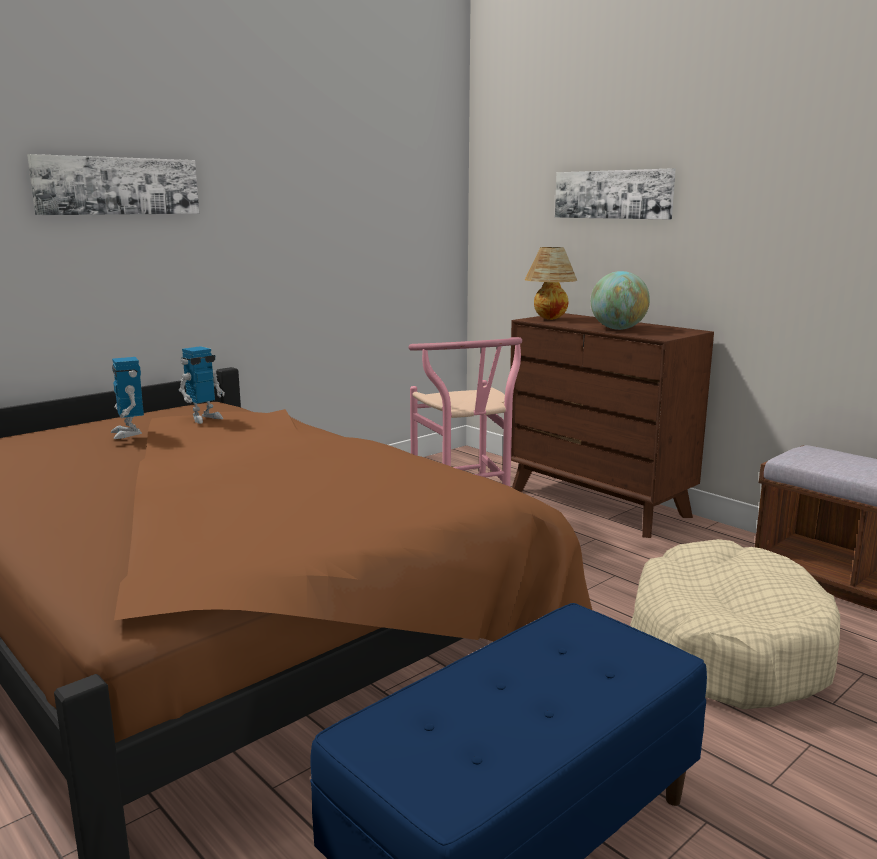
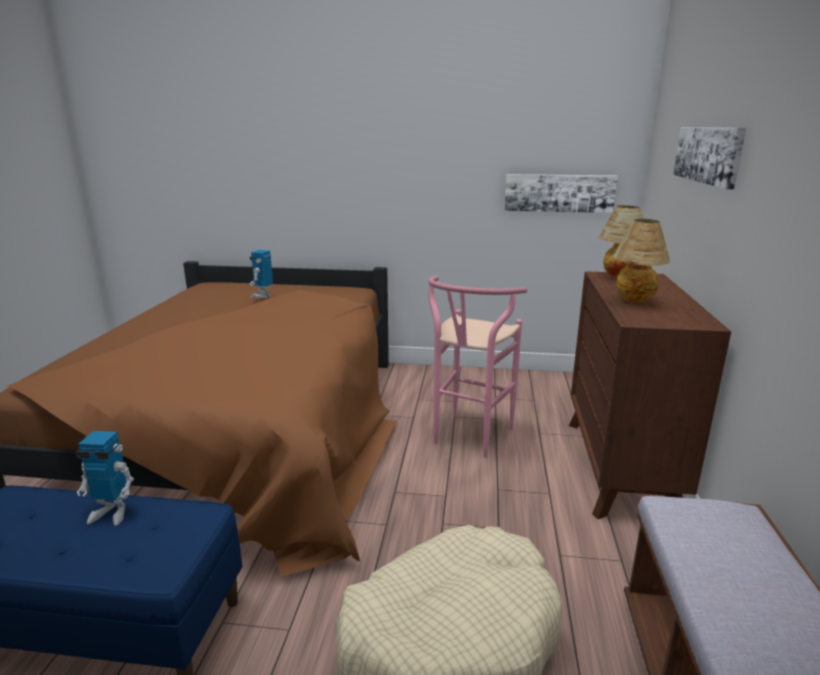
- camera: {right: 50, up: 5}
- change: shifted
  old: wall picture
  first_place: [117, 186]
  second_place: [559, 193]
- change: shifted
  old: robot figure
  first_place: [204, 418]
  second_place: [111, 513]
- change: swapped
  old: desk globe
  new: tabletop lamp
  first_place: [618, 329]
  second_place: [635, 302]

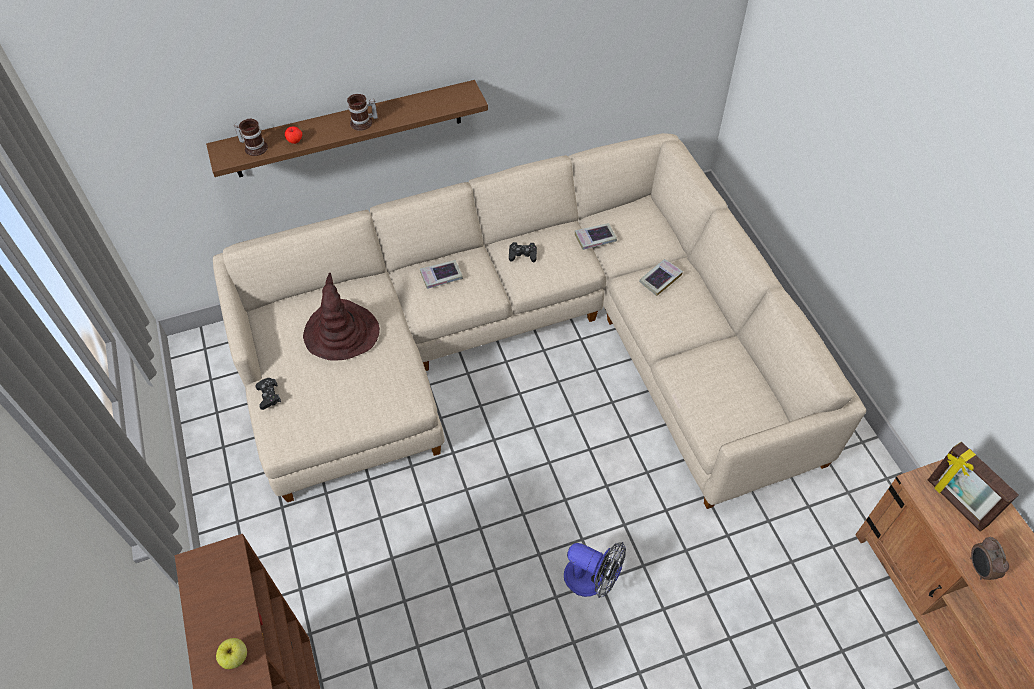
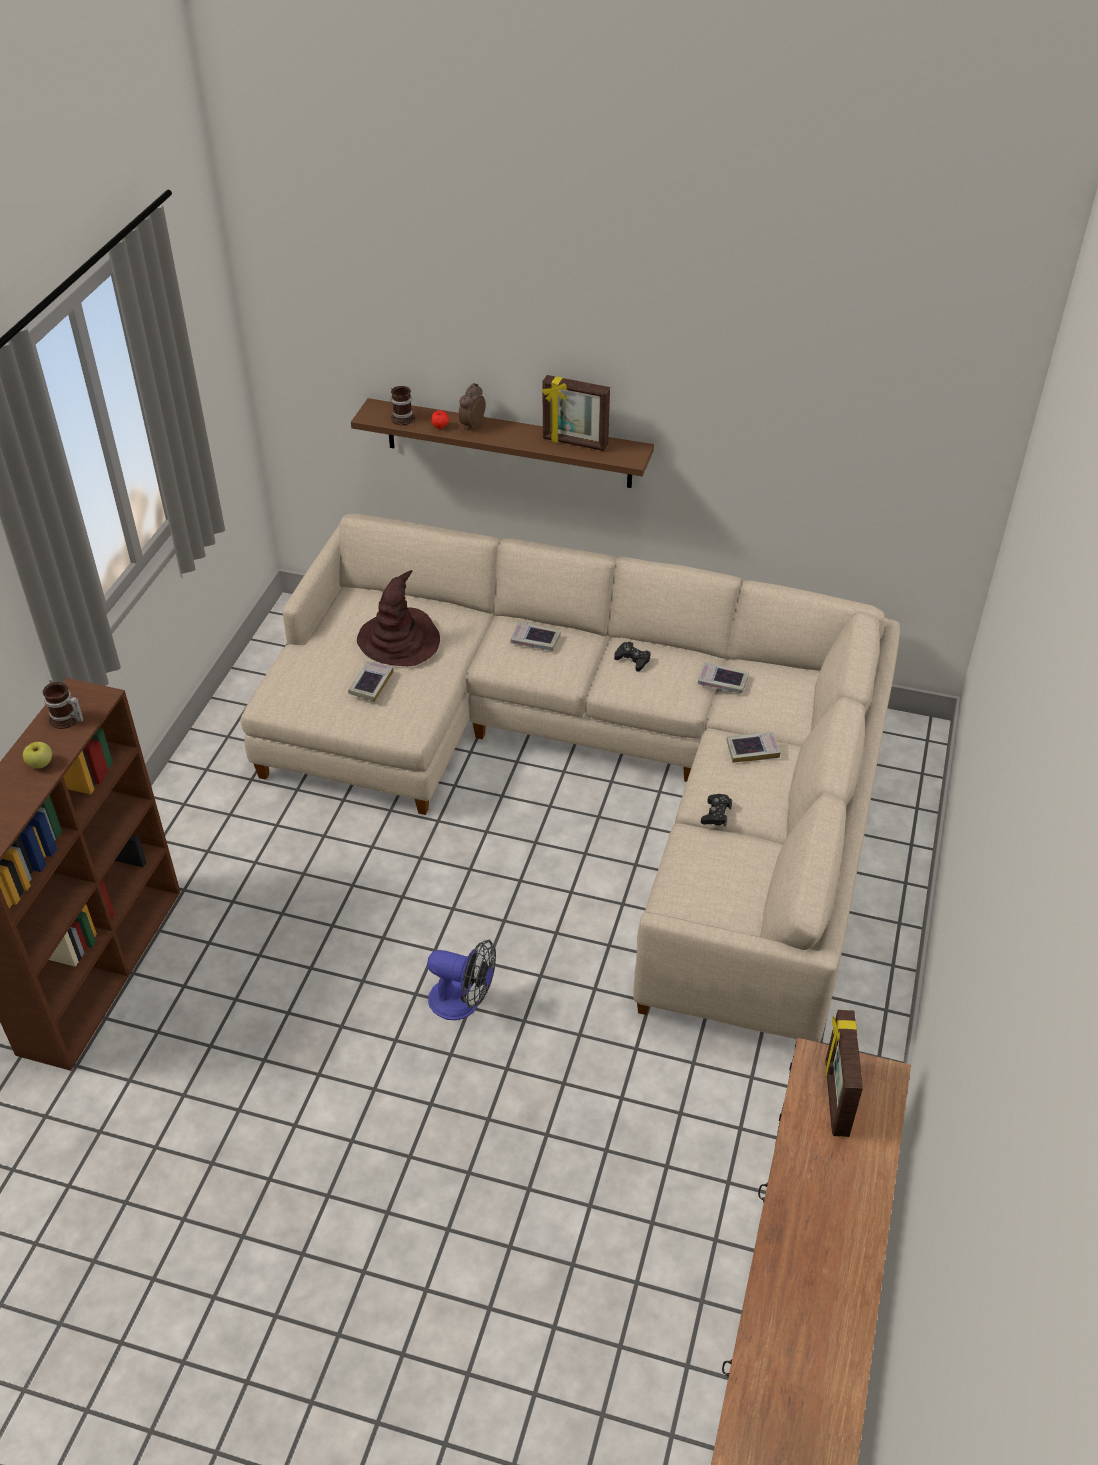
- camera: {right: 35, up: -10}
- change: new
  new: book
  second_place: [371, 684]
- change: new
  new: photo frame
  second_place: [574, 443]
- change: shifted
  old: blackish joypad
  first_place: [269, 395]
  second_place: [716, 814]
- change: shifted
  old: coffee mug
  first_place: [364, 123]
  second_place: [66, 720]
- change: shifted
  old: alarm clock
  first_place: [979, 568]
  second_place: [471, 426]
- change: rotated
  old: fan
  first_place: [592, 580]
  second_place: [463, 1002]
  degrees: -45

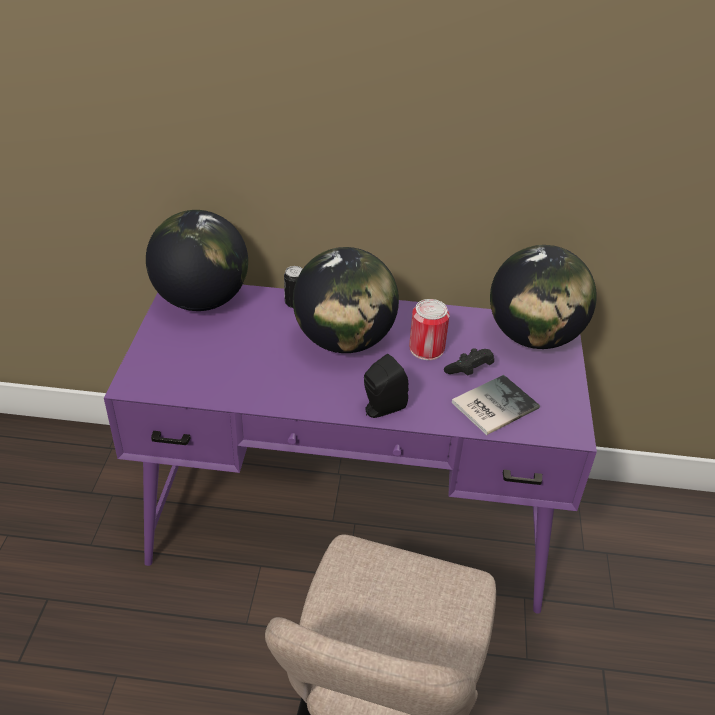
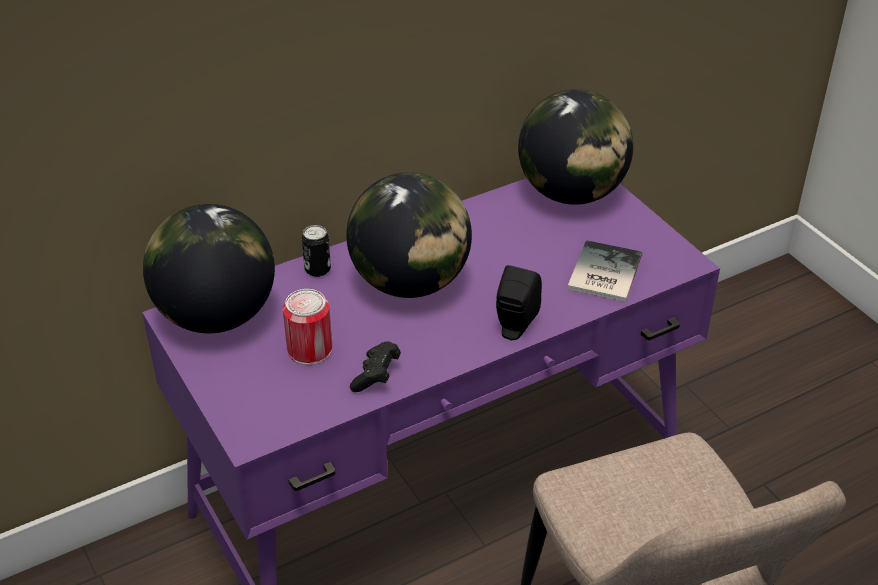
- camera: {right: -35, up: 0}
- change: shifted
  old: sealed can
  first_place: [426, 349]
  second_place: [310, 350]
- change: shifted
  old: blackish joypad
  first_place: [469, 370]
  second_place: [376, 376]

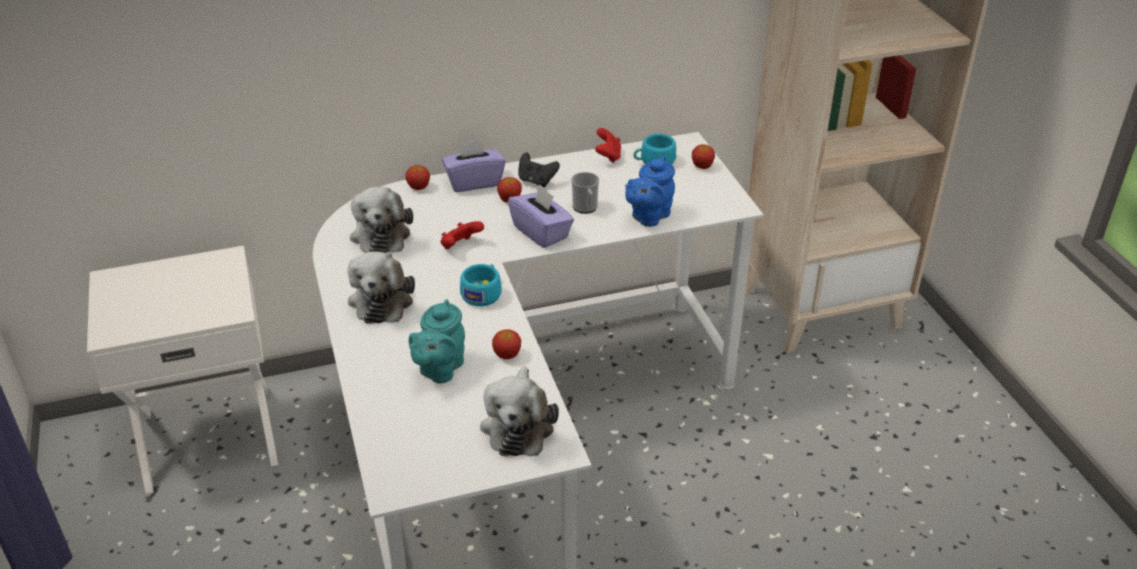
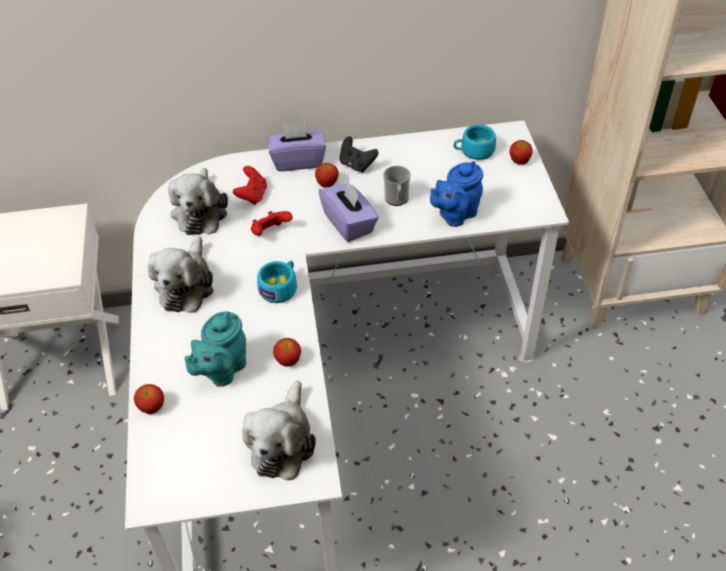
- camera: {right: 10, up: 10}
- change: shifted
  old: apple
  first_place: [418, 187]
  second_place: [152, 407]
- change: shifted
  old: red joypad
  first_place: [608, 156]
  second_place: [252, 196]

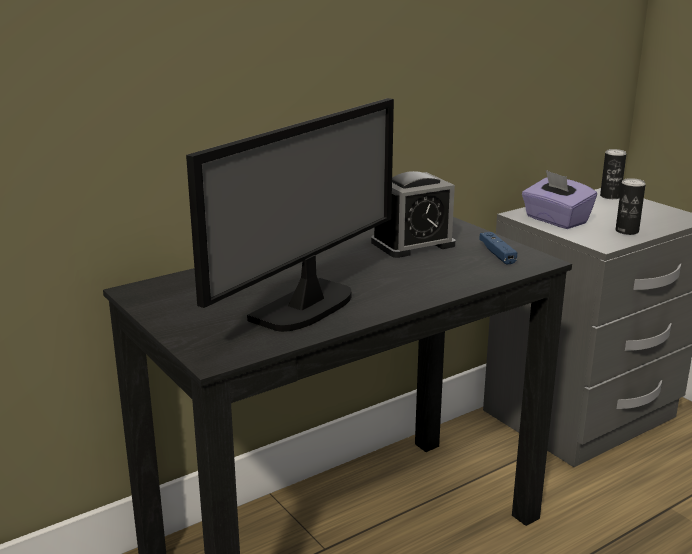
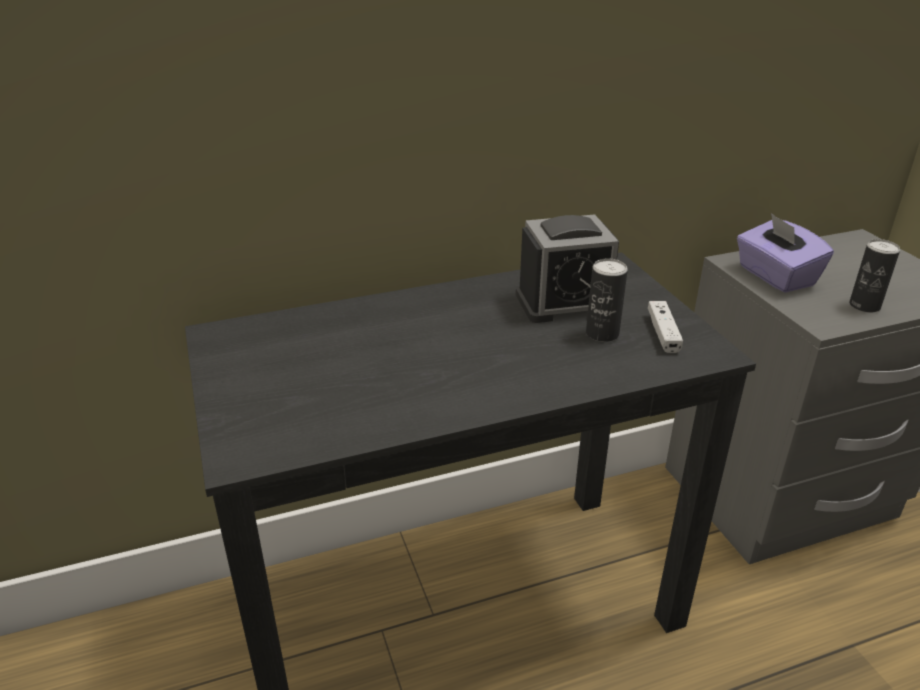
- camera: {right: 15, up: 10}
- change: gone
  old: computer screen
  first_place: [306, 308]
- change: shifted
  old: sealed can
  first_place: [610, 196]
  second_place: [602, 334]
- change: repainted
  old: blue-coloured joypad
  new: whitish joypad
  first_place: [497, 254]
  second_place: [663, 333]

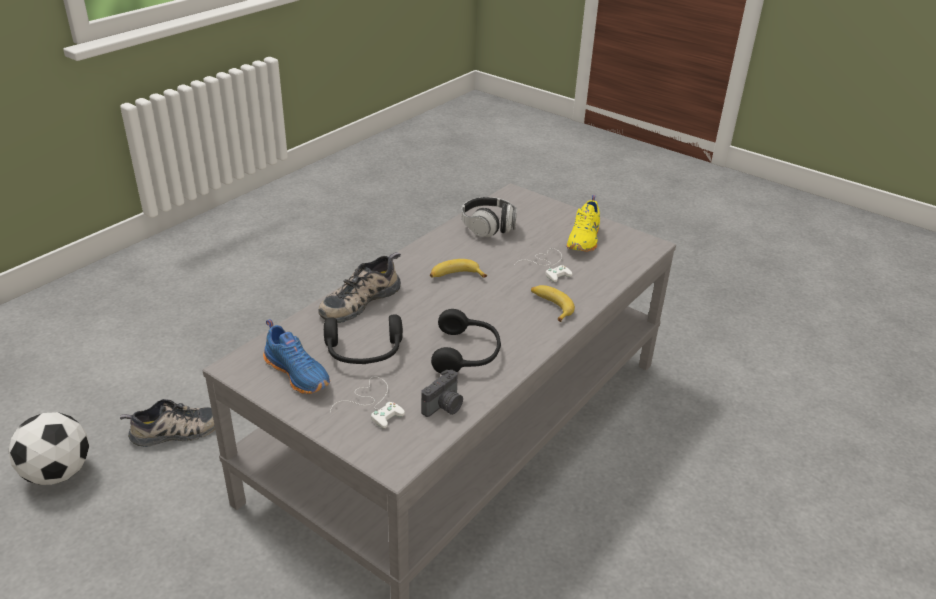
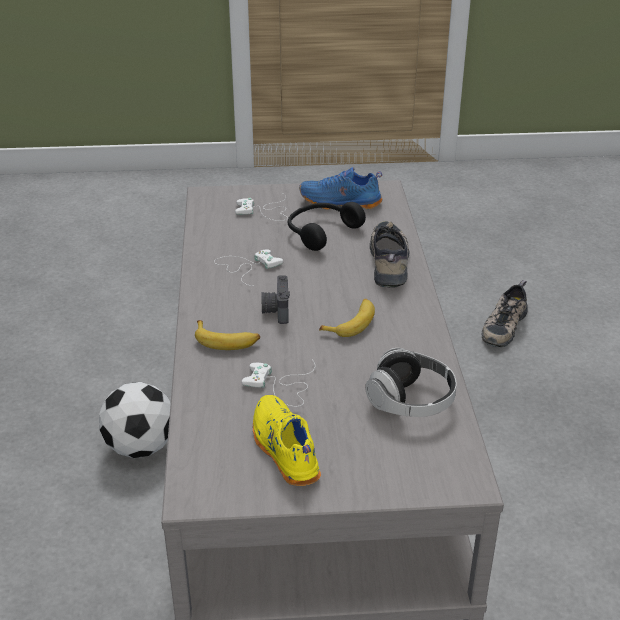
- camera: {right: 140, up: 0}
- change: shifted
  old: football
  first_place: [58, 473]
  second_place: [140, 447]
- change: shifted
  old: photo camera
  first_place: [444, 406]
  second_place: [276, 311]
- change: swapped
  old: blackish pair of headphones
  new: whitish joypad
  first_place: [467, 353]
  second_place: [247, 267]

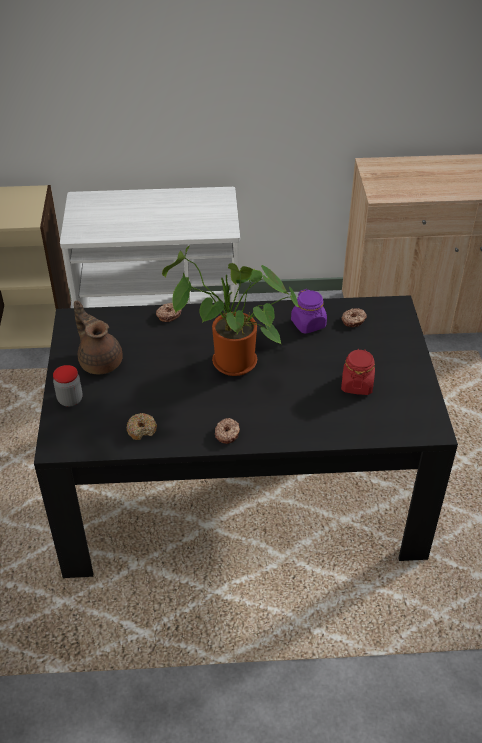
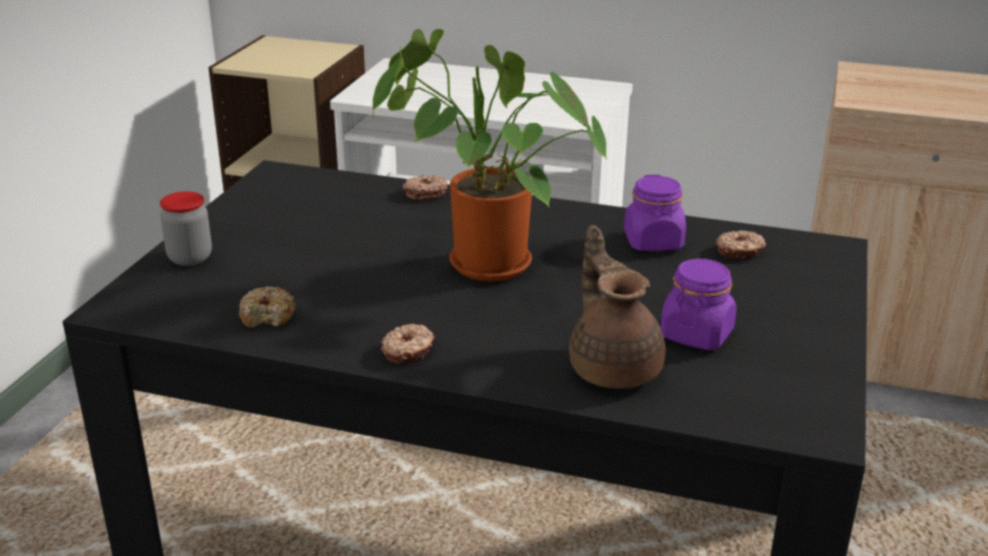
- camera: {right: 20, up: -15}
- change: shifted
  old: brown-coloured teapot
  first_place: [100, 361]
  second_place: [614, 367]
- change: repainted
  old: red jar
  new: purple-coloured jar
  first_place: [357, 384]
  second_place: [696, 334]

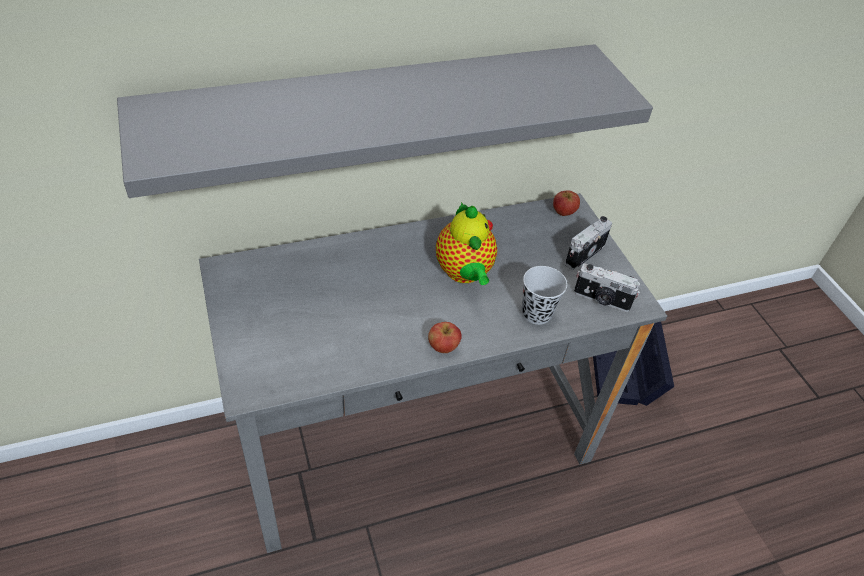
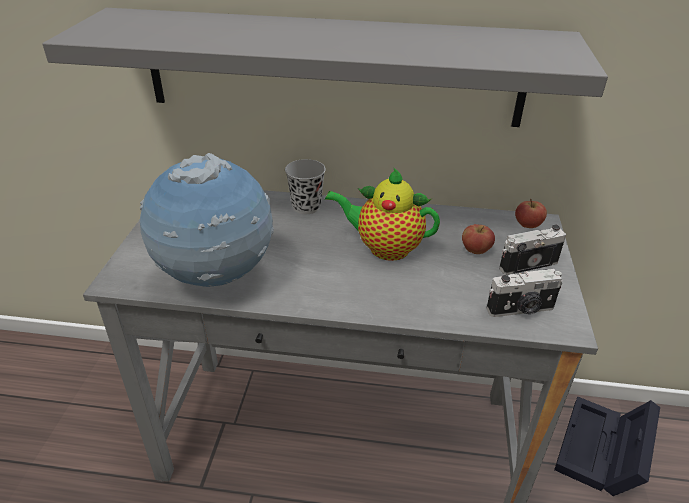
- camera: {right: 30, up: -10}
- change: new
  new: desk globe
  second_place: [216, 277]
- change: shifted
  old: apple
  first_place: [443, 347]
  second_place: [475, 250]
- change: shifted
  old: blackish small cup
  first_place: [536, 313]
  second_place: [306, 207]
- change: rotated
  old: teapot
  first_place: [464, 273]
  second_place: [384, 248]
  degrees: 90
- change: rotated
  old: photo camera
  first_place: [601, 300]
  second_place: [521, 310]
  degrees: -60

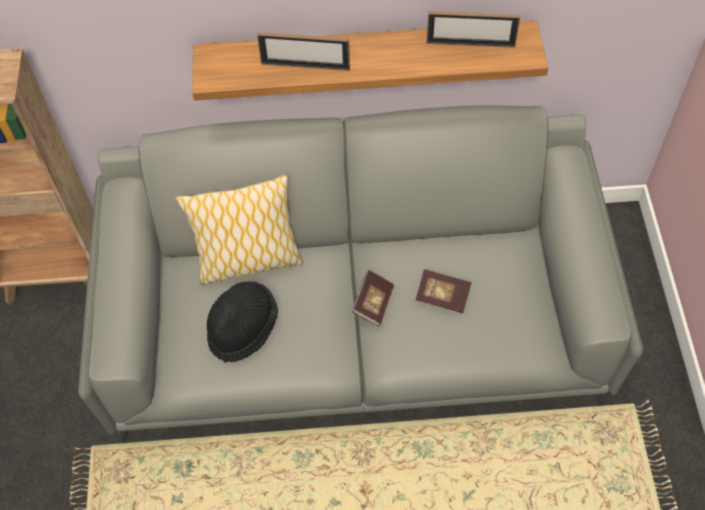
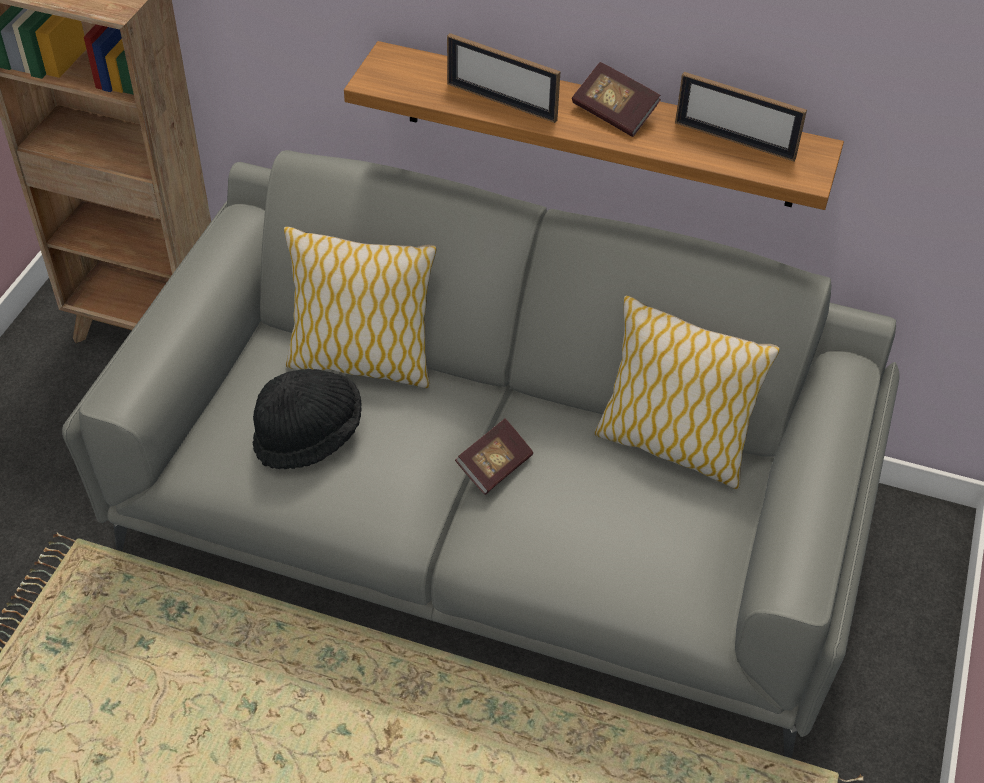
- camera: {right: 20, up: -10}
- change: new
  new: throw pillow
  second_place: [672, 445]
- change: shifted
  old: book
  first_place: [442, 296]
  second_place: [614, 113]

